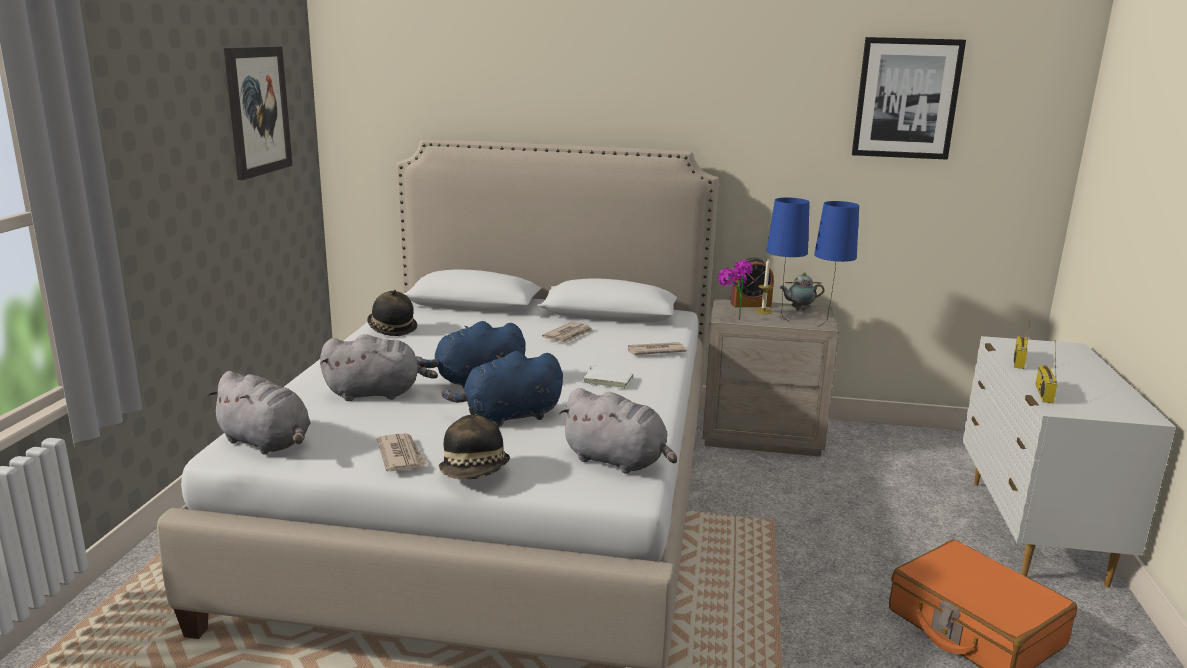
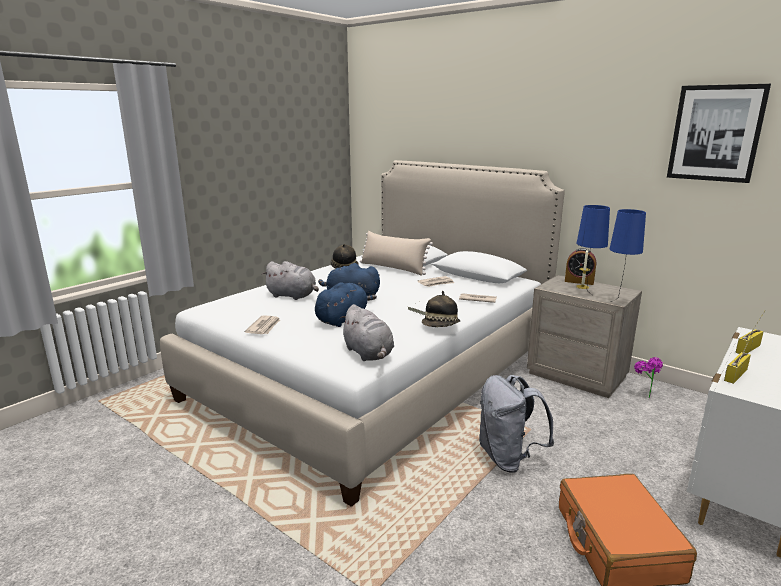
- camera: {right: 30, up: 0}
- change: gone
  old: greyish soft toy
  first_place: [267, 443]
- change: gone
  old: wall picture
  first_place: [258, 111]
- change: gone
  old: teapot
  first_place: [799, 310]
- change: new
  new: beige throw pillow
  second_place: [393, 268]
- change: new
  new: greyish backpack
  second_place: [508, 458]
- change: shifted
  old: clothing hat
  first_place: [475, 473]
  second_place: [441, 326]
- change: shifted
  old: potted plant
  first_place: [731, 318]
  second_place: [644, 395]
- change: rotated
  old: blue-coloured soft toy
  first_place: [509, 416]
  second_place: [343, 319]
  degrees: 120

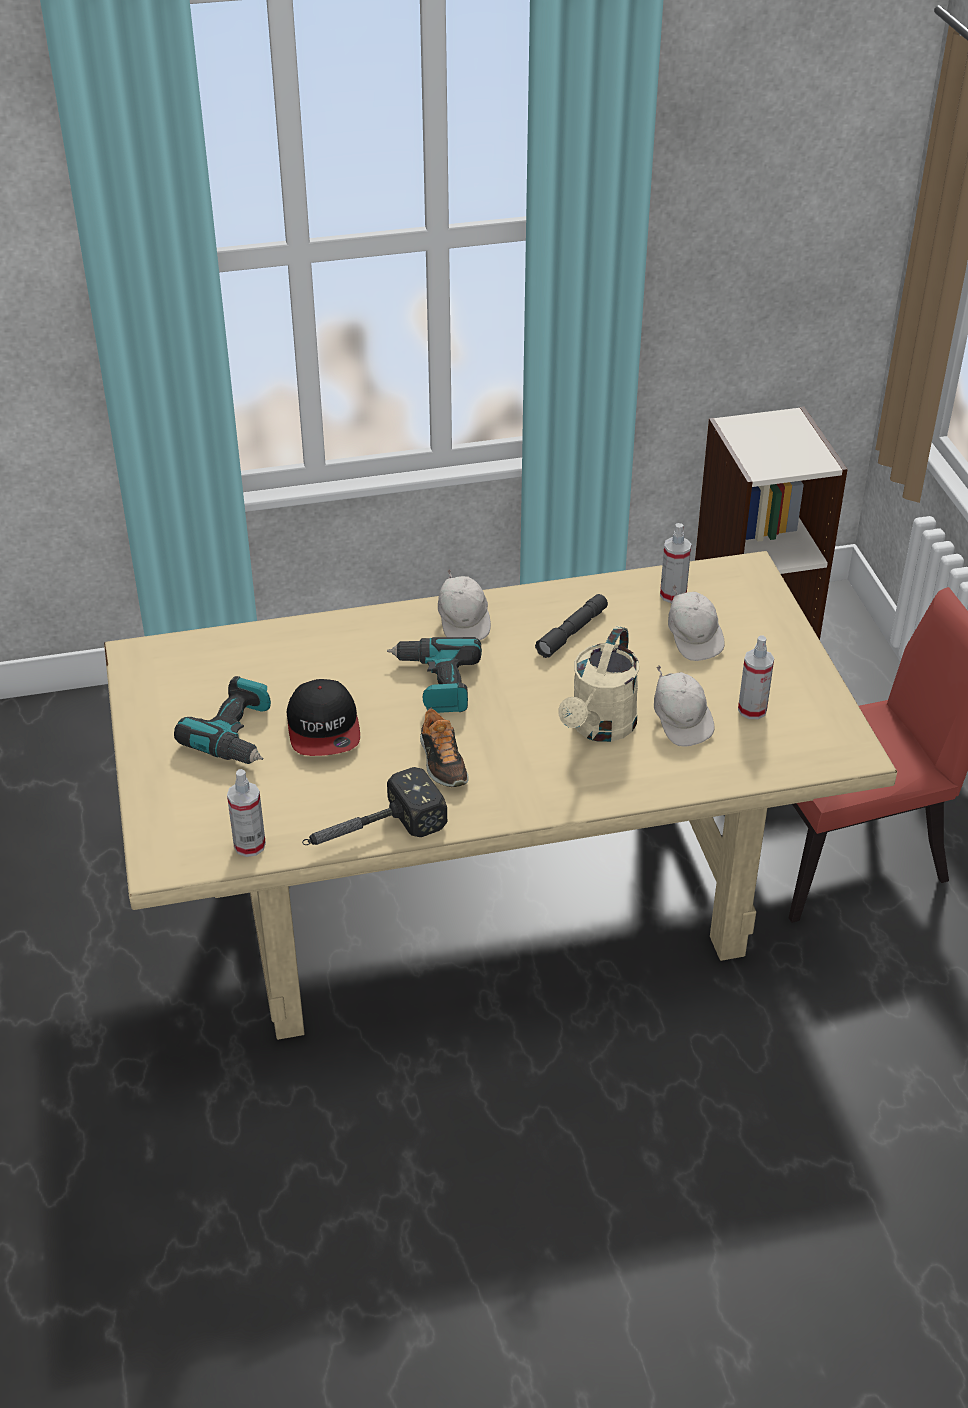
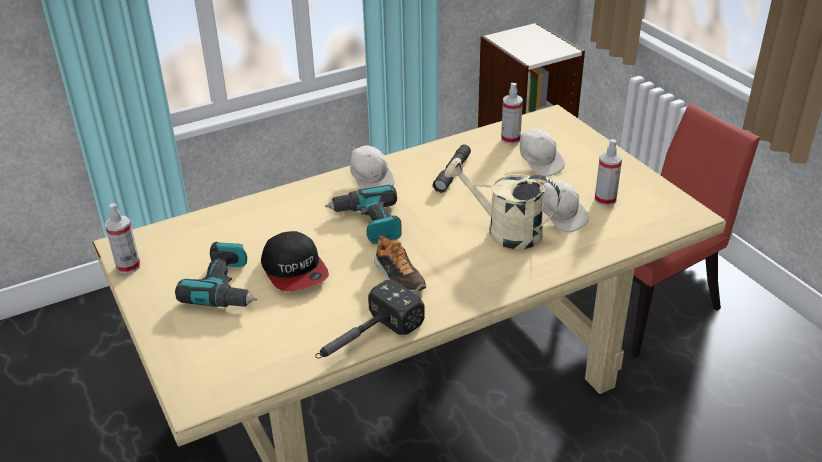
- camera: {right: -15, up: -5}
- change: shifted
  old: hand sprayer
  first_place: [249, 845]
  second_place: [128, 266]
- change: rotated
  old: beige sprinkling can
  first_place: [599, 728]
  second_place: [504, 231]
  degrees: 105

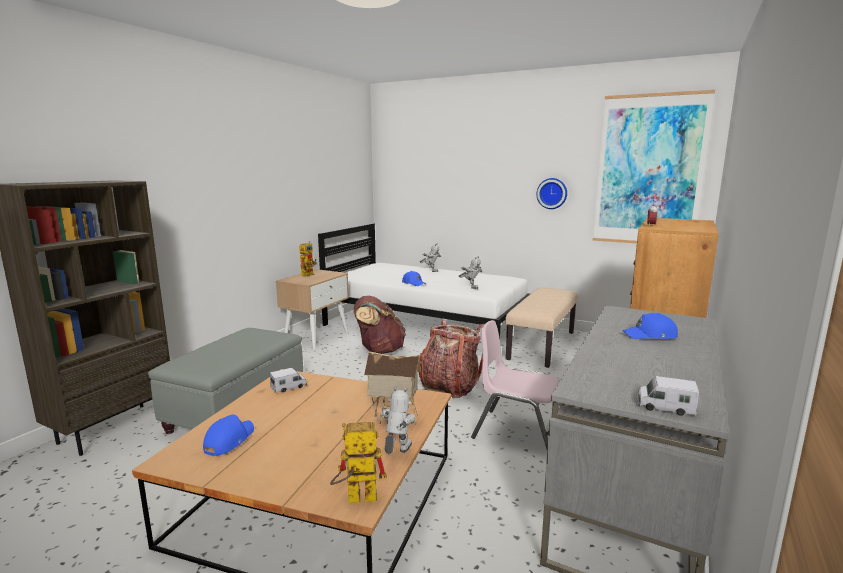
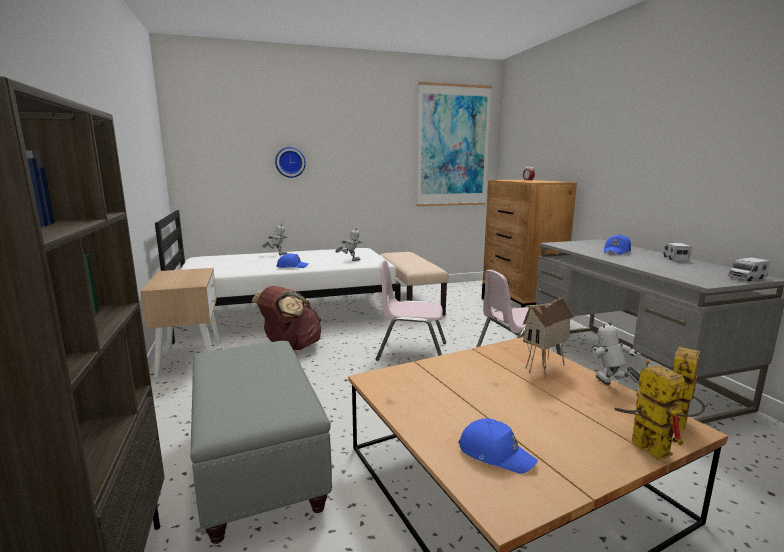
- camera: {right: -45, up: 0}
- change: shifted
  old: toy lorry
  first_place: [289, 387]
  second_place: [675, 258]
- change: shifted
  old: robot figure
  first_place: [308, 274]
  second_place: [641, 445]
- change: shifted
  old: clock on the wall
  first_place: [552, 193]
  second_place: [290, 162]
- change: swapped
  old: backpack
  new: pink upright chair
  first_place: [450, 386]
  second_place: [411, 352]
- change: rotated
  old: blue-coloured cap
  first_place: [229, 441]
  second_place: [495, 453]
  degrees: 150

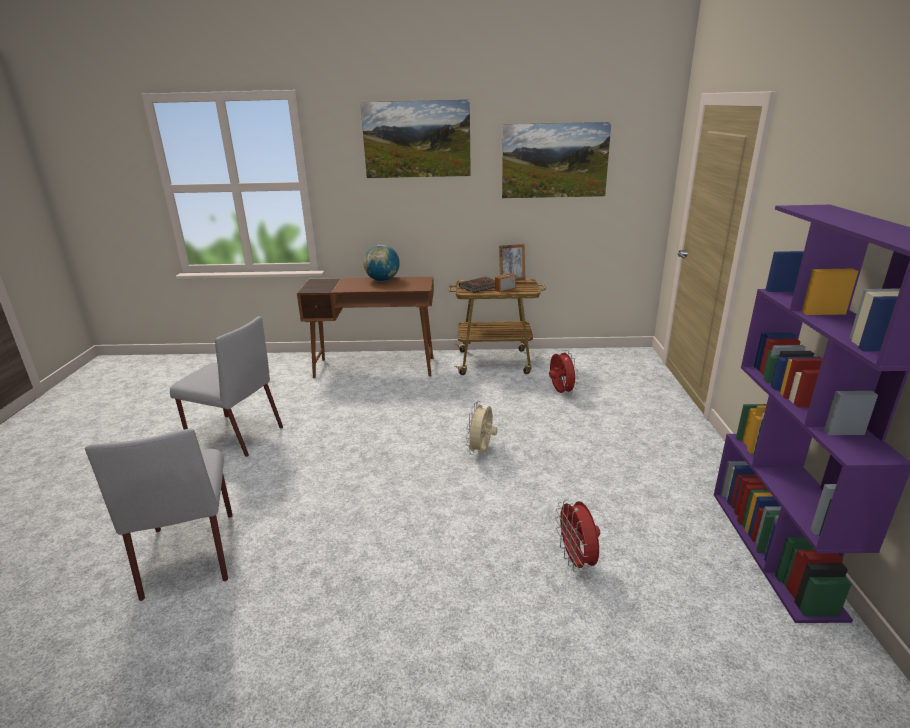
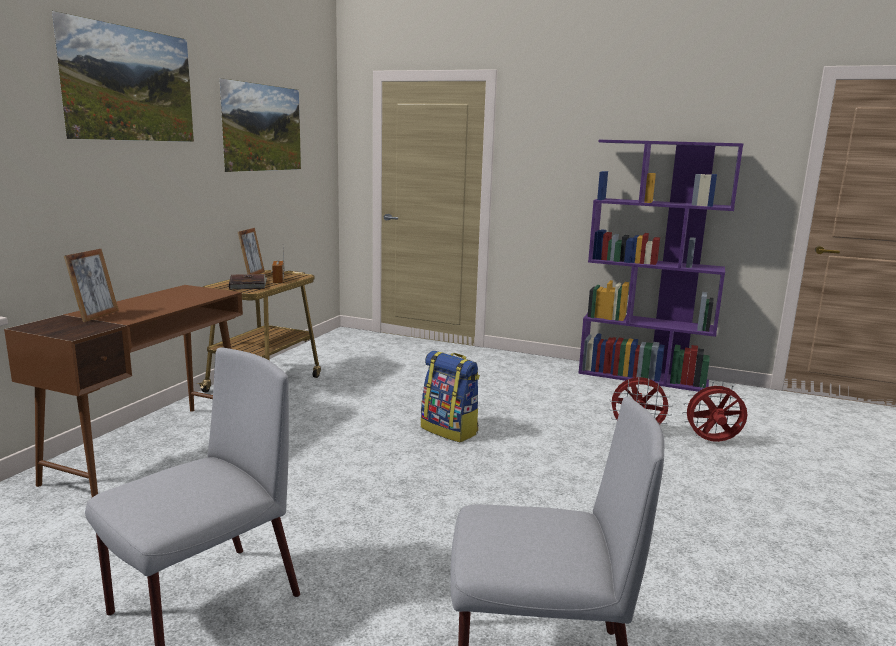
- camera: {right: -70, up: -10}
- change: gone
  old: desk globe
  first_place: [382, 280]
- change: new
  new: photo frame
  second_place: [95, 316]
- change: shifted
  old: red fan
  first_place: [560, 392]
  second_place: [712, 442]
- change: swapped
  old: beige fan
  new: backpack
  first_place: [481, 451]
  second_place: [450, 430]

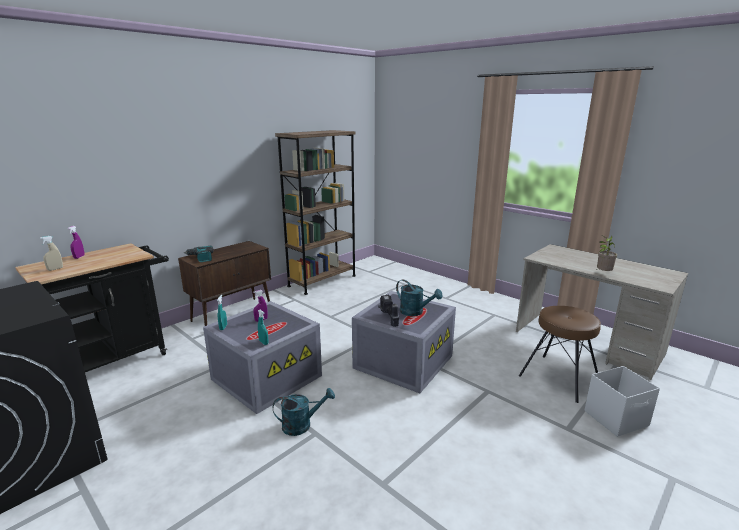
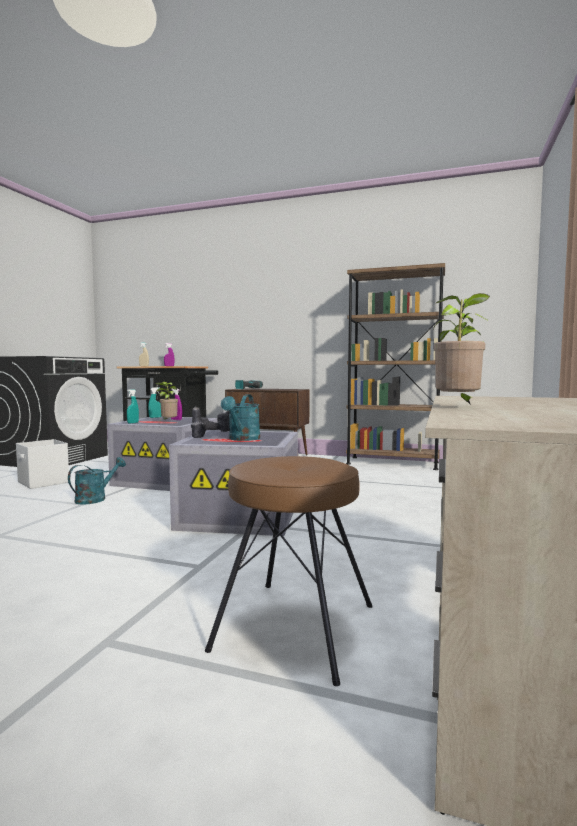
- camera: {right: 65, up: -15}
- change: new
  new: potted plant
  second_place: [168, 422]
- change: shifted
  old: whitish storage box
  first_place: [616, 418]
  second_place: [43, 482]
- change: rotated
  old: turquoise-coloured sprinkling can
  first_place: [302, 425]
  second_place: [95, 499]
  degrees: -105

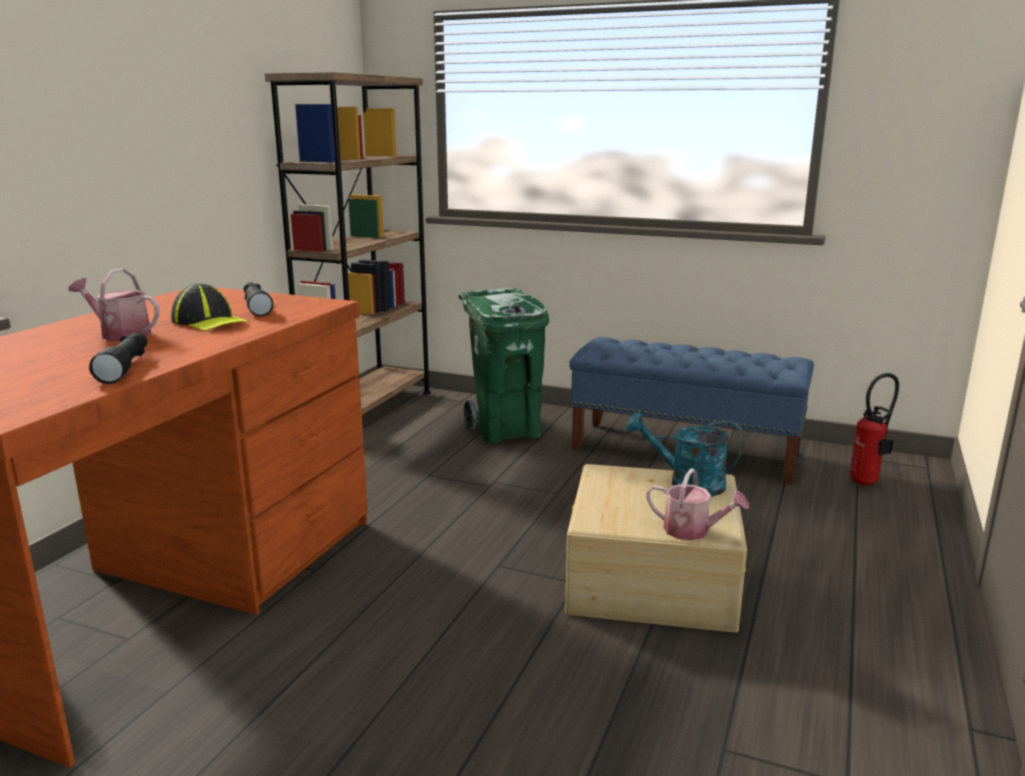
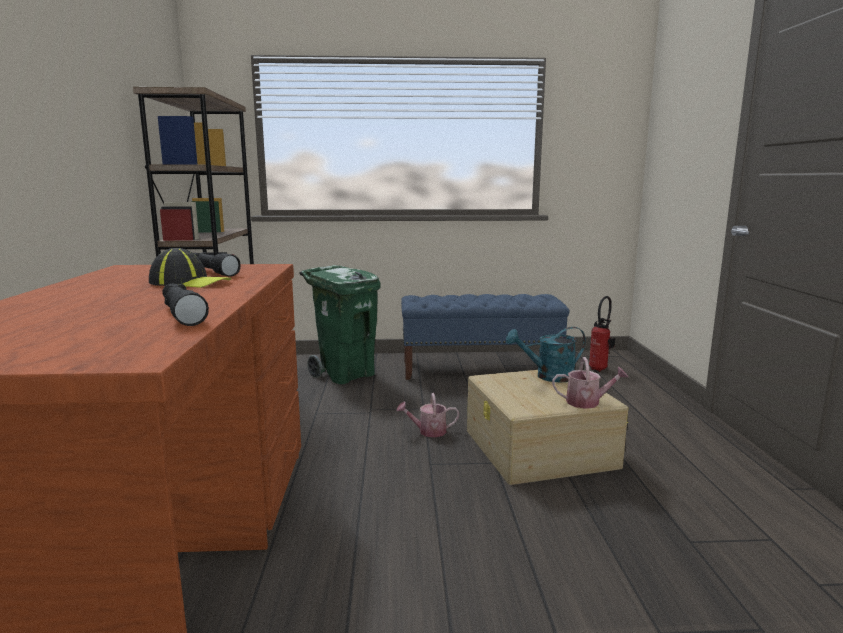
- camera: {right: -25, up: -5}
- change: shifted
  old: sprinkling can
  first_place: [120, 334]
  second_place: [428, 431]

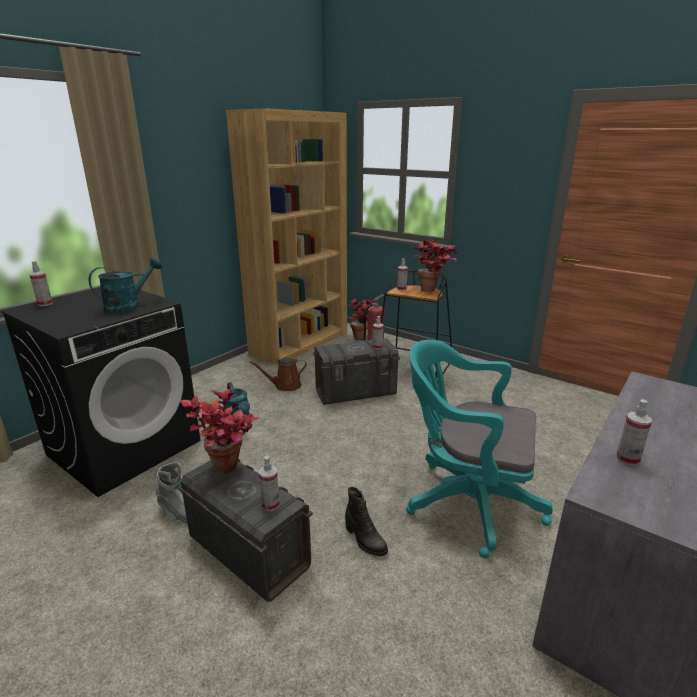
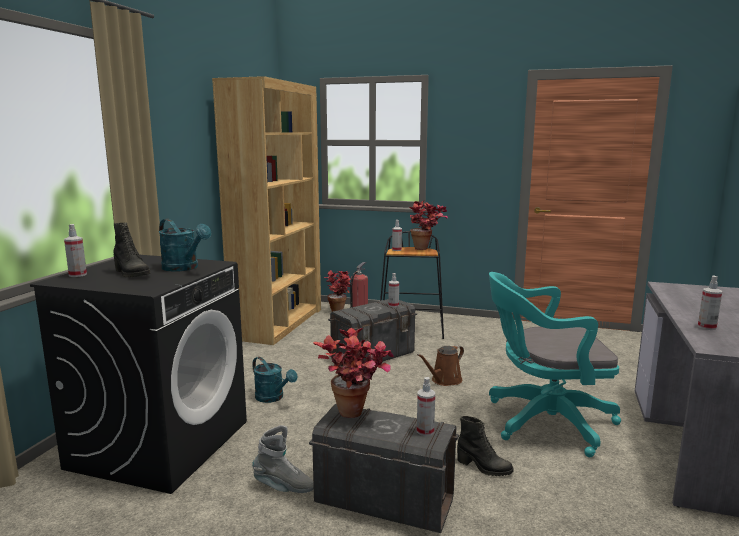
- camera: {right: -20, up: -10}
- change: new
  new: blackish high-top boot
  second_place: [131, 274]
- change: shifted
  old: brown-coloured sprinkling can
  first_place: [285, 386]
  second_place: [444, 380]
- change: rotated
  old: turquoise-coloured sprinkling can
  first_place: [128, 306]
  second_place: [184, 268]
  degrees: 105

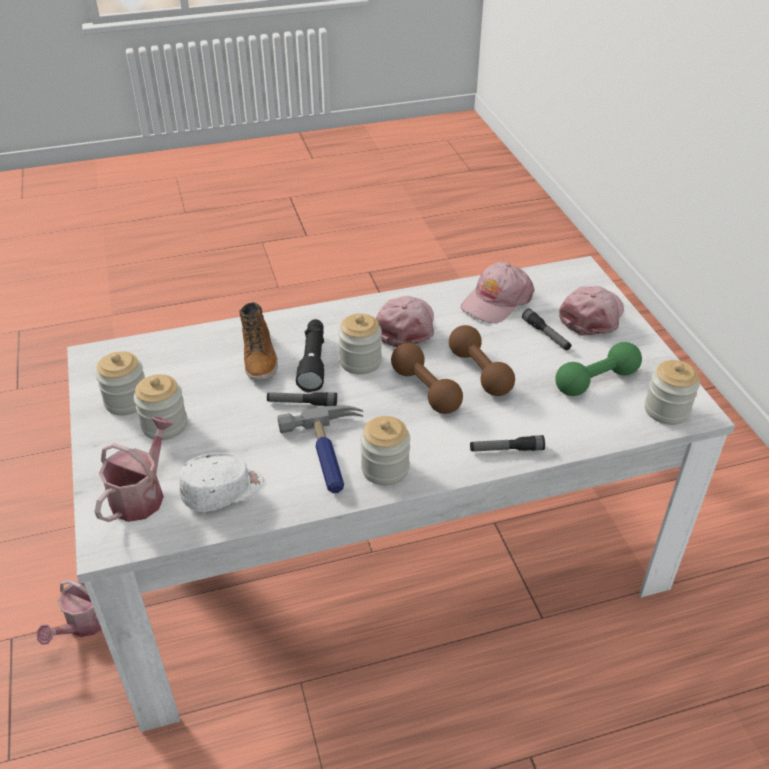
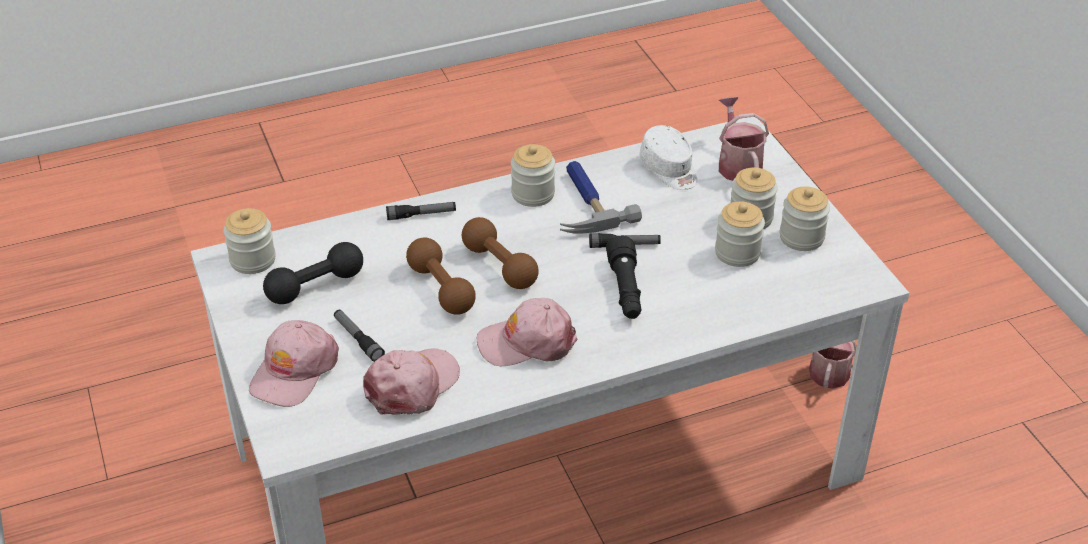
- camera: {right: 175, up: 0}
- change: gone
  old: high-top boot
  first_place: [259, 357]
- change: shifted
  old: jar
  first_place: [360, 361]
  second_place: [737, 253]
- change: repainted
  old: greenish dumbbell
  new: blackish dumbbell
  first_place: [596, 381]
  second_place: [315, 286]
- change: rotated
  old: sprinkling can
  first_place: [141, 494]
  second_place: [737, 164]
  degrees: 150
- change: rotated
  old: whitish cap
  first_place: [223, 491]
  second_place: [669, 170]
  degrees: -90
- change: rotated
  old: pink cap
  first_place: [405, 326]
  second_place: [527, 342]
  degrees: 75

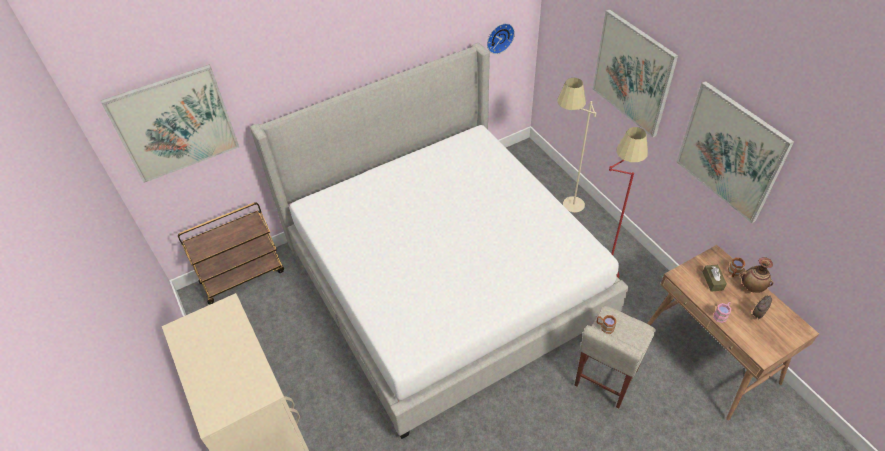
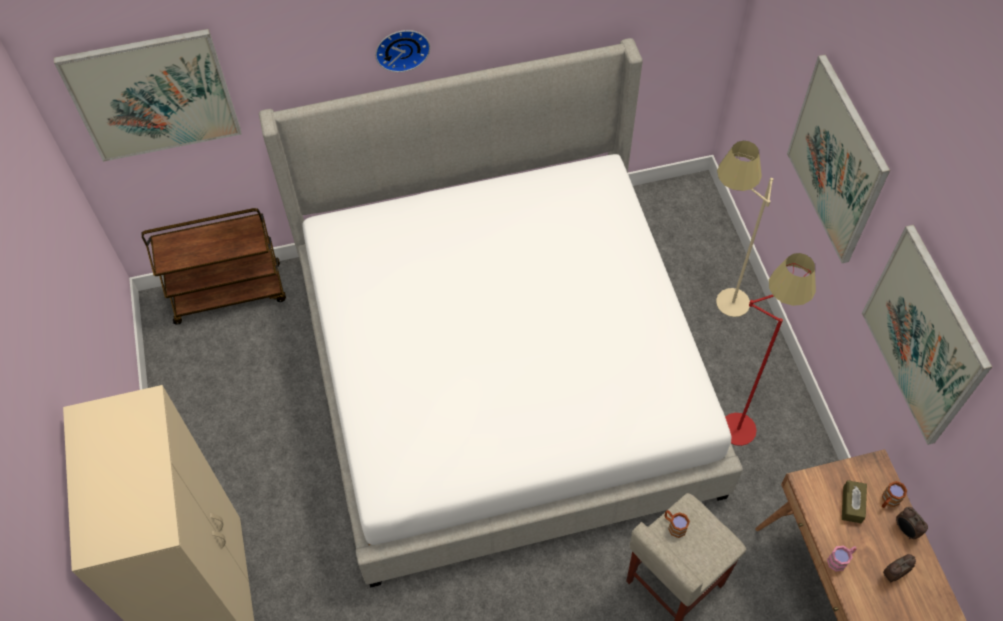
- camera: {right: 15, up: 10}
- change: shifted
  old: clock on the wall
  first_place: [499, 37]
  second_place: [401, 48]
- change: swapped
  old: vase
  new: alarm clock
  first_place: [752, 287]
  second_place: [905, 530]

